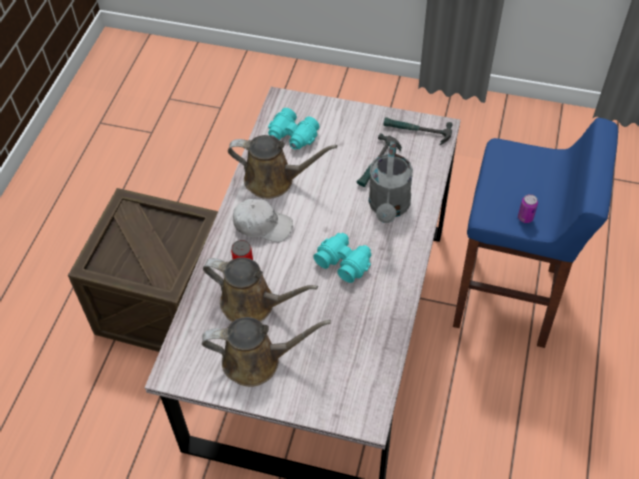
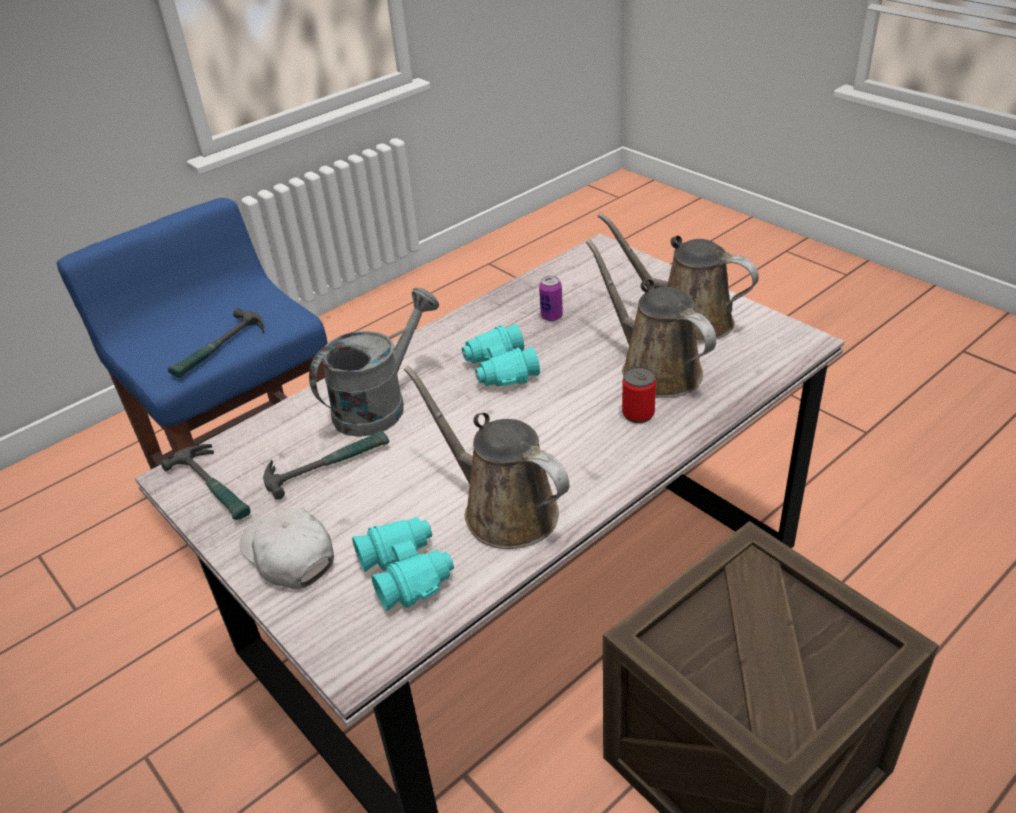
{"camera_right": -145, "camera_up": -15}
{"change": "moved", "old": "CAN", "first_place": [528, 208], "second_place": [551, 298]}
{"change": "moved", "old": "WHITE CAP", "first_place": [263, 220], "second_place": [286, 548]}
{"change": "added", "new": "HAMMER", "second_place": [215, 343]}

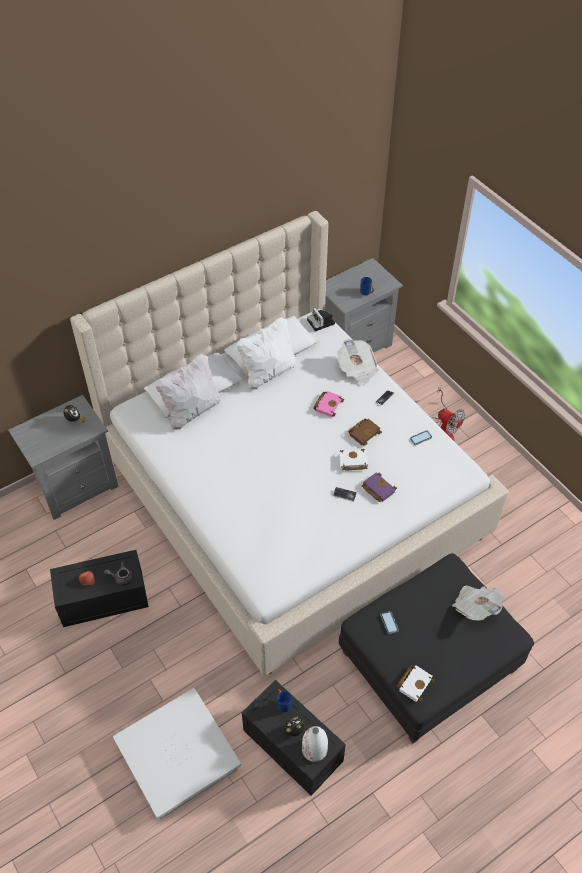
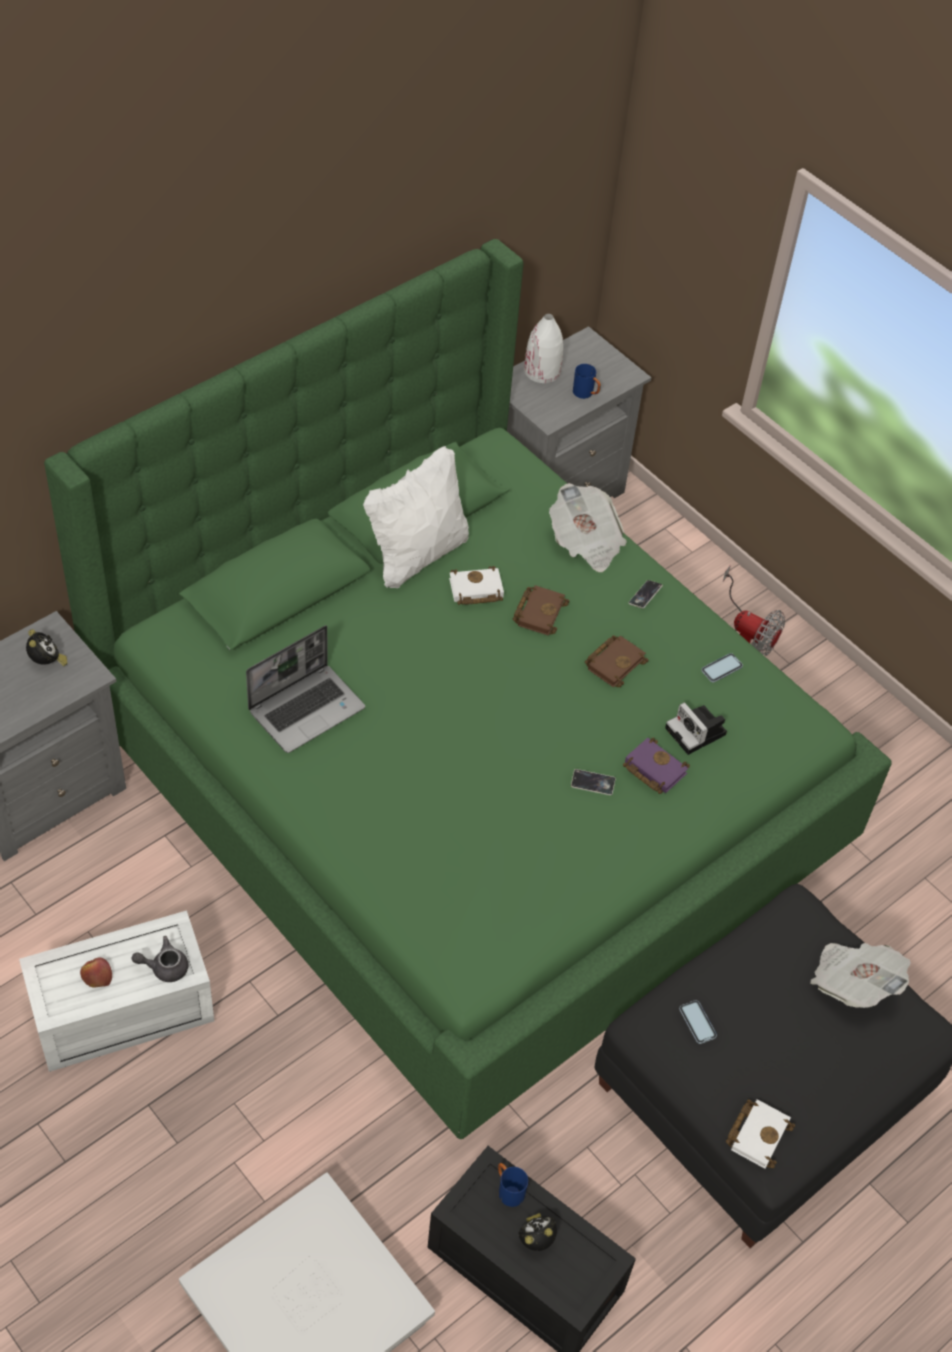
{"camera_right": -10, "camera_up": 0}
{"change": "recoloured", "old": "BEIGE BED", "new": "GREEN BED", "first_place": [289, 443], "second_place": [467, 689]}
{"change": "moved", "old": "PHOTO CAMERA", "first_place": [321, 319], "second_place": [696, 728]}
{"change": "removed", "old": "WHITE PILLOW", "first_place": [188, 392]}
{"change": "recoloured", "old": "PINK BOOK", "new": "BROWN BOOK", "first_place": [328, 404], "second_place": [541, 610]}
{"change": "moved", "old": "WHITE BOOK", "first_place": [353, 460], "second_place": [476, 585]}
{"change": "recoloured", "old": "BLACK STORAGE BOX", "new": "WHITE STORAGE BOX", "first_place": [99, 588], "second_place": [116, 991]}
{"change": "moved", "old": "WHITE VASE", "first_place": [315, 744], "second_place": [543, 348]}
{"change": "added", "new": "LAPTOP", "second_place": [305, 689]}

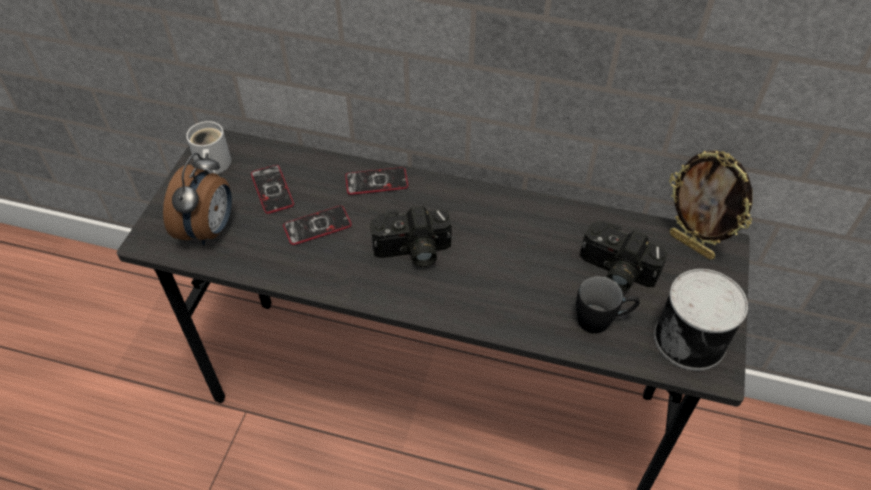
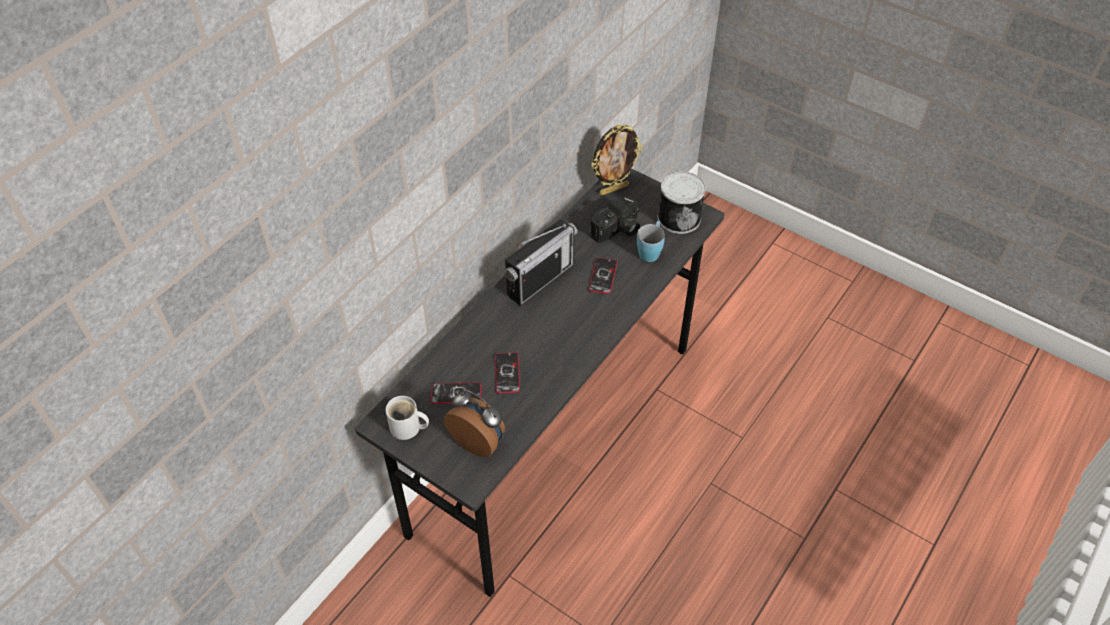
{"camera_right": -70, "camera_up": 0}
{"change": "moved", "old": "PHONE", "first_place": [376, 181], "second_place": [603, 275]}
{"change": "removed", "old": "PHOTO CAMERA", "first_place": [411, 236]}
{"change": "recoloured", "old": "BLACK MUG", "new": "BLUE MUG", "first_place": [608, 305], "second_place": [651, 241]}
{"change": "added", "new": "RADIO", "second_place": [541, 263]}

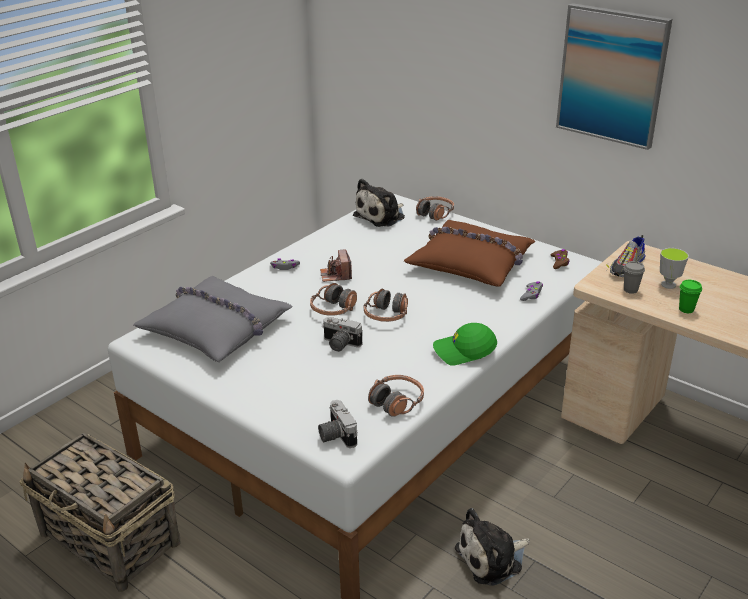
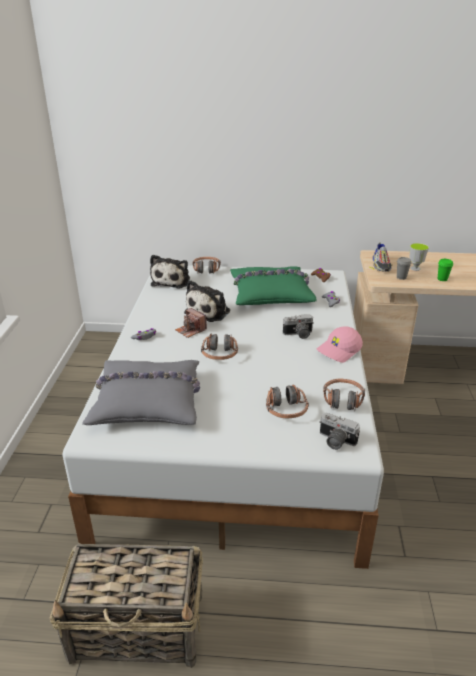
{"camera_right": -35, "camera_up": 0}
{"change": "removed", "old": "PICTURE", "first_place": [614, 76]}
{"change": "recoloured", "old": "BROWN PILLOW", "new": "GREEN PILLOW", "first_place": [469, 253], "second_place": [273, 285]}
{"change": "moved", "old": "HEADPHONES", "first_place": [385, 305], "second_place": [287, 401]}
{"change": "moved", "old": "PHOTO CAMERA", "first_place": [342, 334], "second_place": [298, 326]}
{"change": "recoloured", "old": "GREEN CAP", "new": "PINK CAP", "first_place": [465, 344], "second_place": [340, 344]}
{"change": "moved", "old": "PLUSH TOY", "first_place": [492, 547], "second_place": [207, 301]}

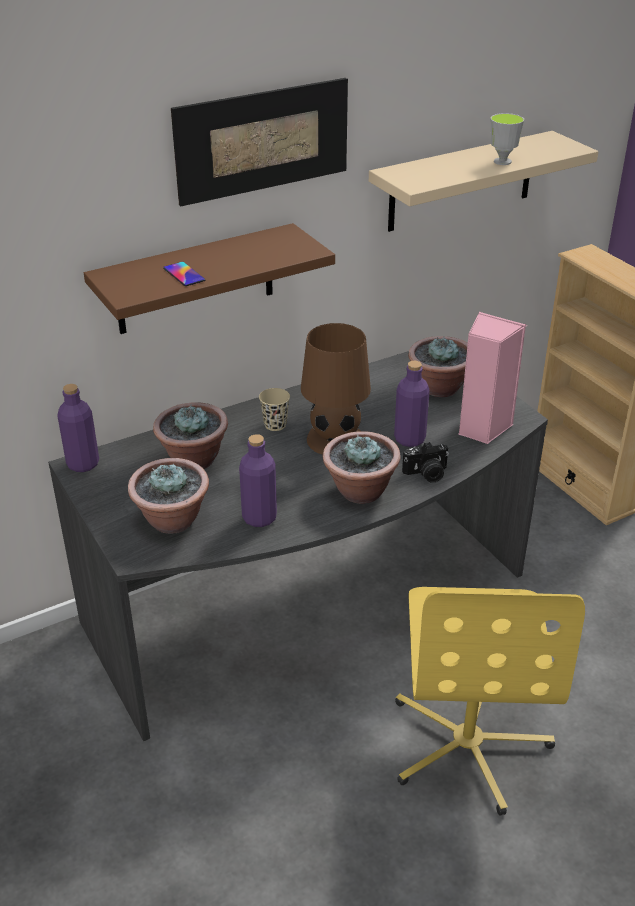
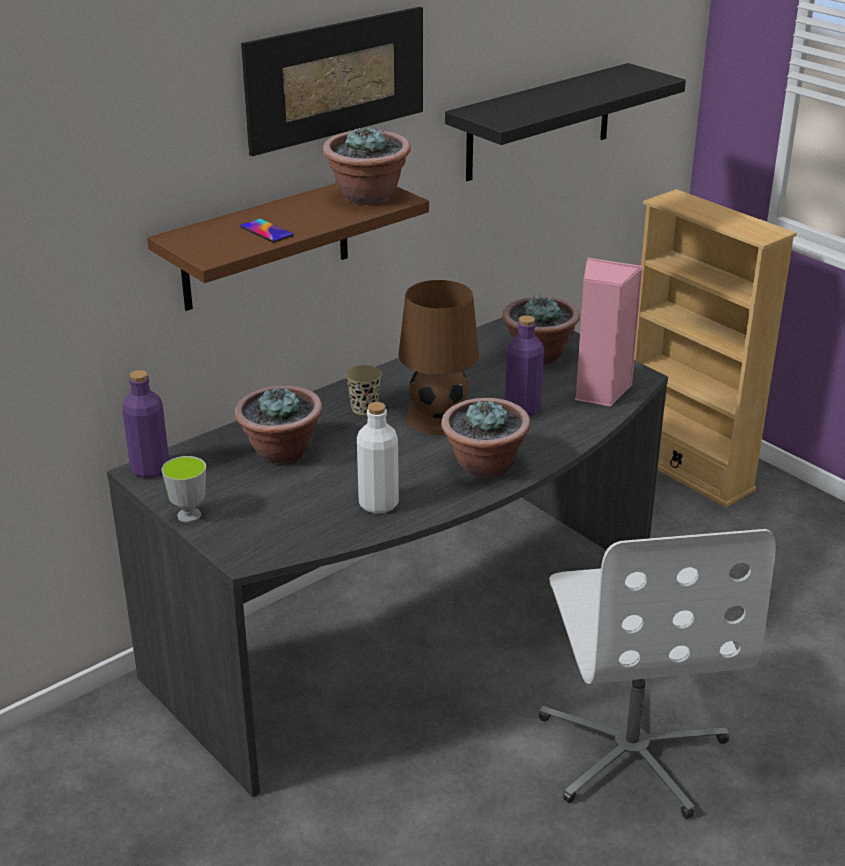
{"camera_right": -10, "camera_up": -5}
{"change": "moved", "old": "CUP", "first_place": [507, 139], "second_place": [184, 489]}
{"change": "recoloured", "old": "BEIGE SHELF", "new": "BLACK SHELF", "first_place": [483, 181], "second_place": [565, 122]}
{"change": "recoloured", "old": "PURPLE BOTTLE", "new": "WHITE BOTTLE", "first_place": [258, 480], "second_place": [378, 458]}
{"change": "removed", "old": "PHOTO CAMERA", "first_place": [425, 462]}
{"change": "moved", "old": "POTTED PLANT", "first_place": [168, 496], "second_place": [367, 166]}
{"change": "recoloured", "old": "YELLOW OFFICE CHAIR", "new": "WHITE OFFICE CHAIR", "first_place": [490, 701], "second_place": [657, 674]}

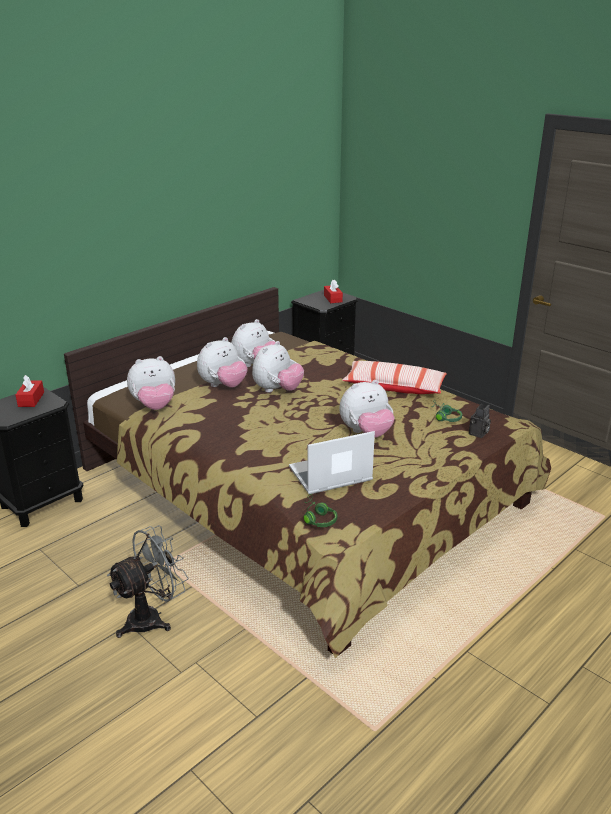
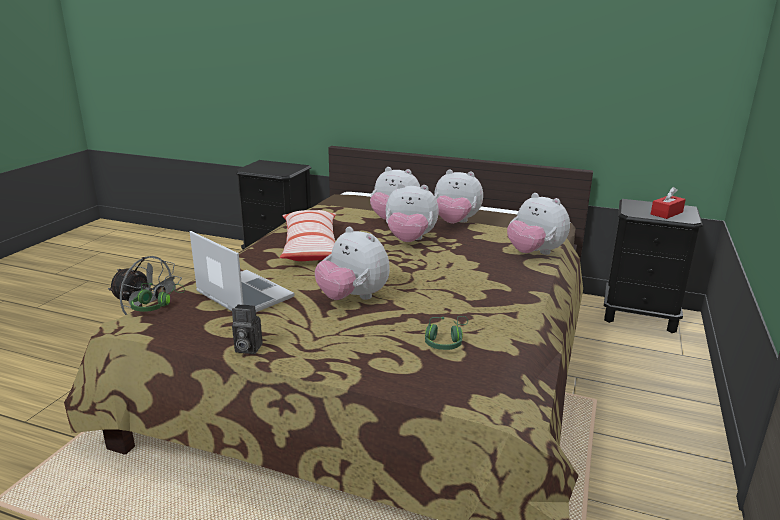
{"camera_right": 65, "camera_up": -5}
{"change": "moved", "old": "PLUSH TOY", "first_place": [151, 383], "second_place": [538, 224]}
{"change": "moved", "old": "PILLOW", "first_place": [394, 377], "second_place": [308, 235]}
{"change": "removed", "old": "RED TISSUE BOX", "first_place": [30, 391]}
{"change": "moved", "old": "PHOTO CAMERA", "first_place": [480, 421], "second_place": [247, 329]}

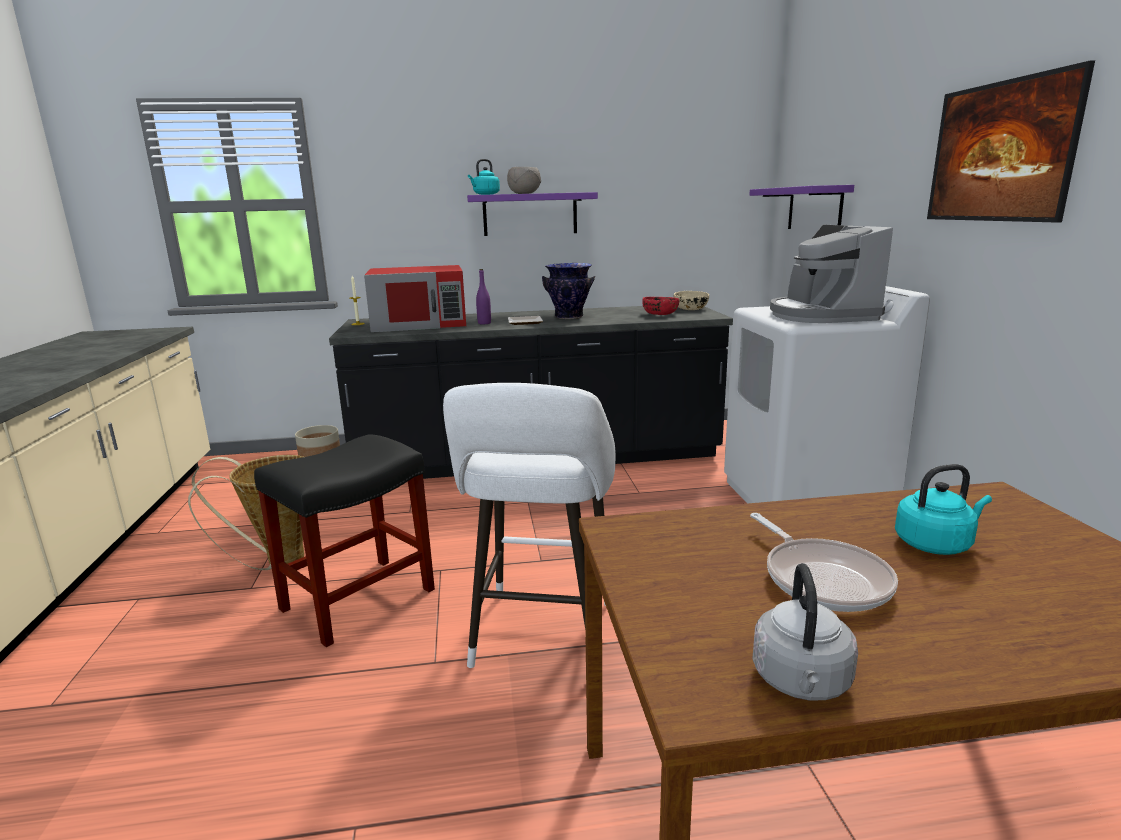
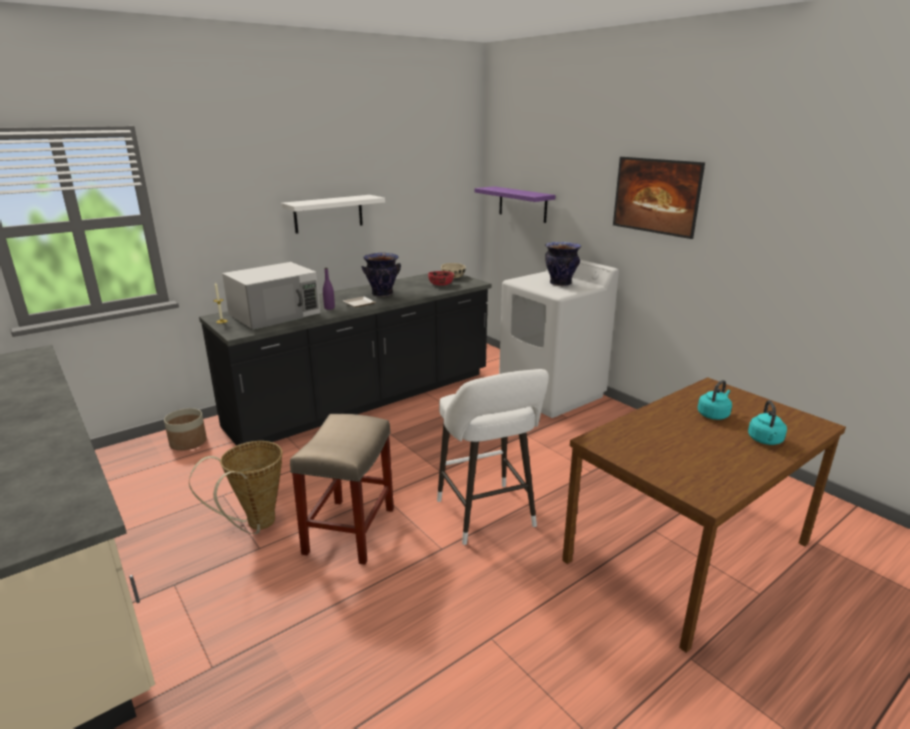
{"camera_right": -30, "camera_up": 5}
{"change": "moved", "old": "TURQUOISE KETTLE", "first_place": [484, 177], "second_place": [767, 422]}
{"change": "removed", "old": "GREY BOWL", "first_place": [524, 180]}
{"change": "recoloured", "old": "PURPLE SHELF", "new": "WHITE SHELF", "first_place": [532, 214], "second_place": [333, 214]}
{"change": "replaced", "old": "COFFEE MACHINE", "new": "VASE", "first_place": [831, 274], "second_place": [563, 264]}
{"change": "recoloured", "old": "RED MICROWAVE", "new": "WHITE MICROWAVE", "first_place": [415, 298], "second_place": [271, 296]}
{"change": "recoloured", "old": "BLACK STOOL", "new": "BEIGE STOOL", "first_place": [344, 540], "second_place": [342, 489]}
{"change": "removed", "old": "FRYING PAN", "first_place": [824, 562]}
{"change": "removed", "old": "GREY KETTLE", "first_place": [805, 631]}

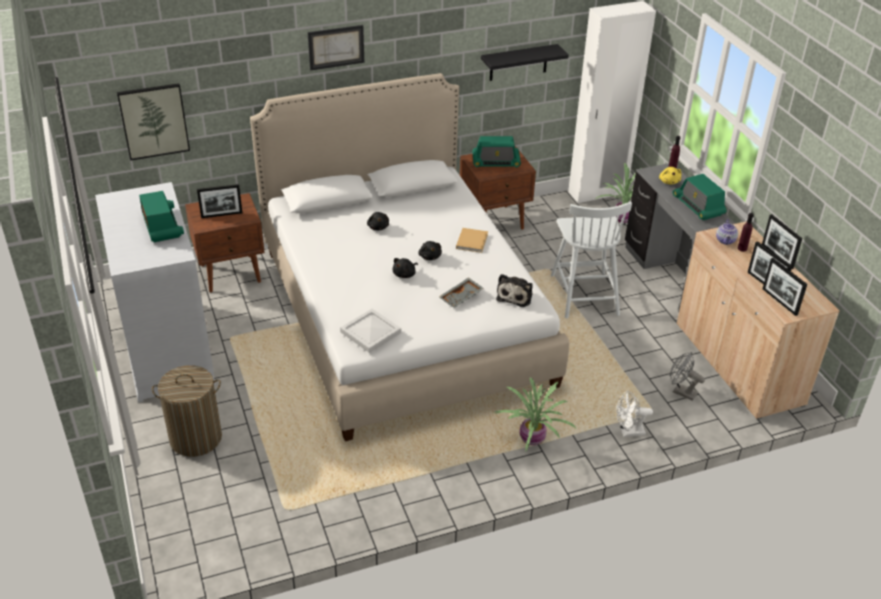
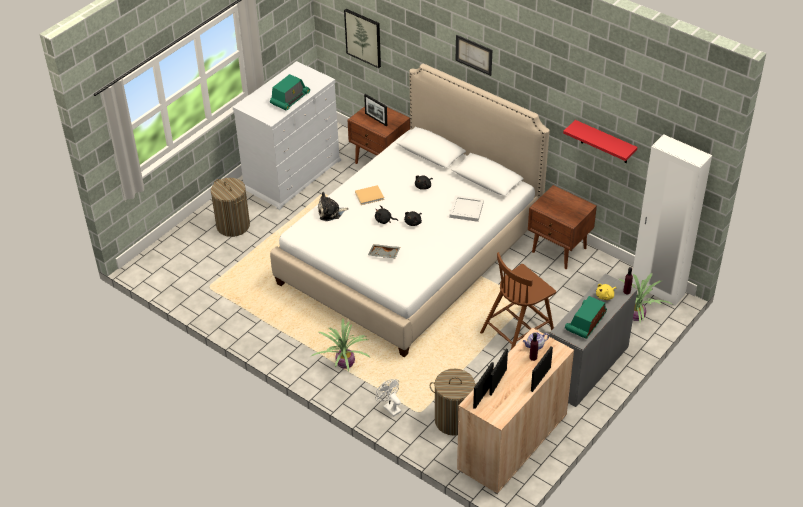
{"camera_right": 60, "camera_up": 5}
{"change": "recoloured", "old": "BLACK SHELF", "new": "RED SHELF", "first_place": [525, 62], "second_place": [600, 141]}
{"change": "removed", "old": "RADIO", "first_place": [496, 152]}
{"change": "recoloured", "old": "WHITE CHAIR", "new": "BROWN CHAIR", "first_place": [591, 260], "second_place": [518, 301]}
{"change": "moved", "old": "BEIGE BOOK", "first_place": [472, 240], "second_place": [369, 195]}
{"change": "moved", "old": "PLUSH TOY", "first_place": [514, 290], "second_place": [333, 206]}
{"change": "moved", "old": "WHITE TRAY", "first_place": [370, 331], "second_place": [466, 208]}
{"change": "replaced", "old": "GREY FAN", "new": "LAUNDRY BASKET", "first_place": [687, 376], "second_place": [453, 402]}

